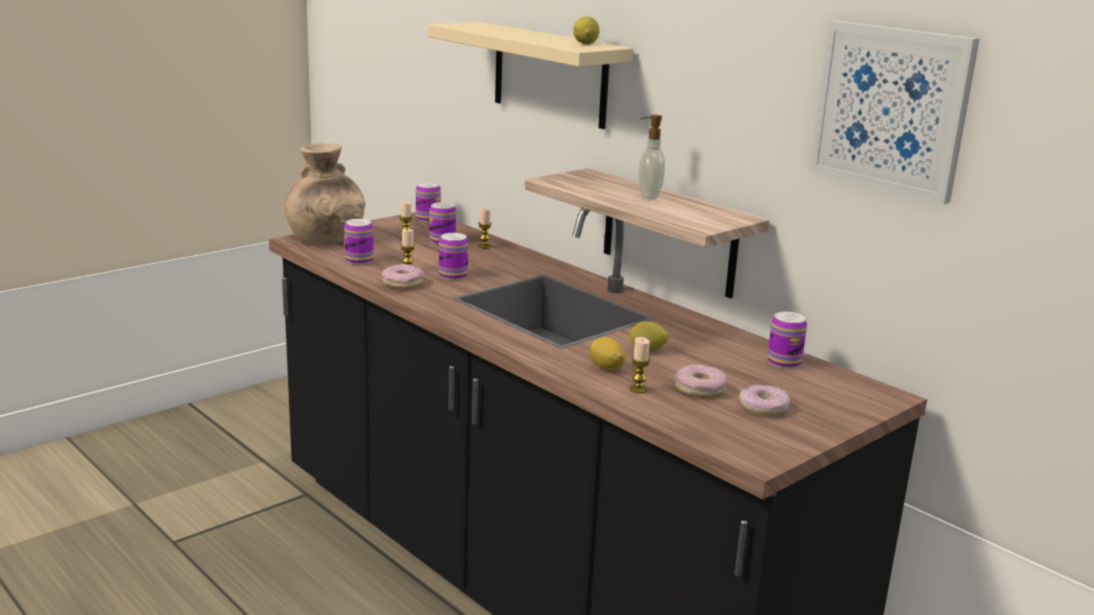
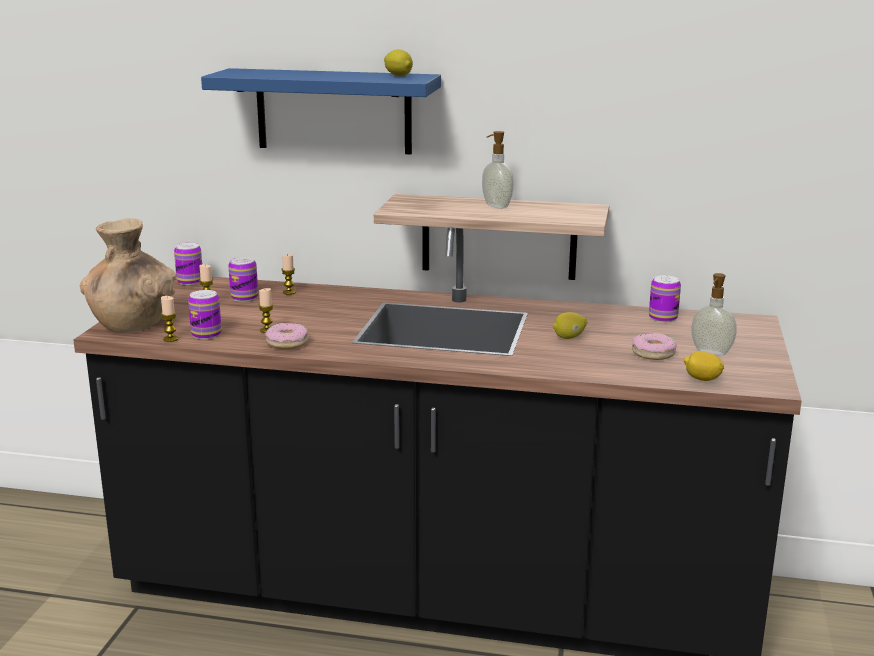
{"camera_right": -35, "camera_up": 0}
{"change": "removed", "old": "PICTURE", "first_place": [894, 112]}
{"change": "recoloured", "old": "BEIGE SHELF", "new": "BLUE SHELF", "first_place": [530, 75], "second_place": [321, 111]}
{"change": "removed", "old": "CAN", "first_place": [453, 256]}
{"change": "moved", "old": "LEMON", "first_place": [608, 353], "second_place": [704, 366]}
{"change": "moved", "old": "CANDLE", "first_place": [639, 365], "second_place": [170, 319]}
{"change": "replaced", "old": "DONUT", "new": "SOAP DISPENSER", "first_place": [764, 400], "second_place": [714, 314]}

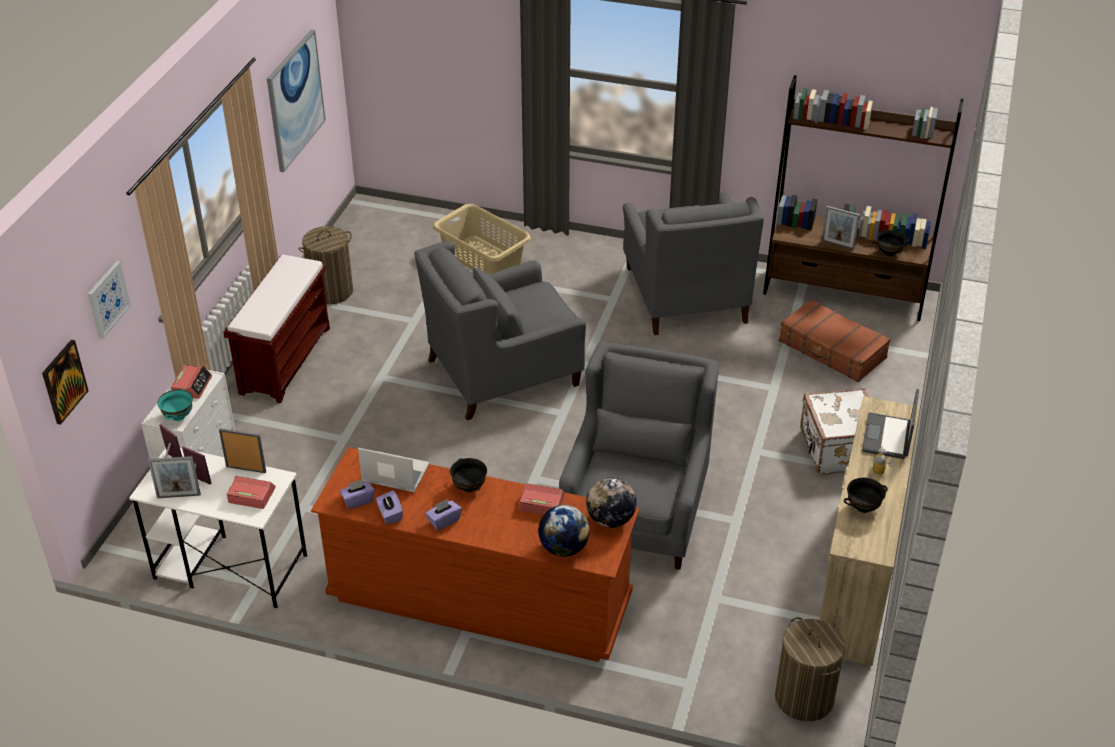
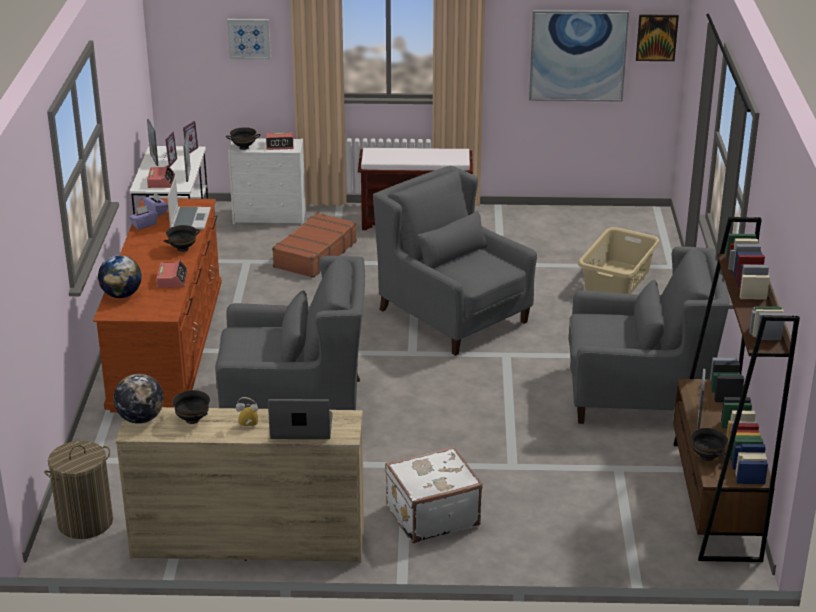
{"camera_right": 75, "camera_up": -10}
{"change": "turned", "old": "GREY ARMCHAIR", "first_place": [693, 263], "second_place": [649, 335], "degrees": -150}
{"change": "removed", "old": "LAUNDRY BASKET", "first_place": [325, 265]}
{"change": "moved", "old": "BROWN SUITCASE", "first_place": [835, 340], "second_place": [314, 245]}
{"change": "moved", "old": "PICTURE", "first_place": [65, 382], "second_place": [657, 37]}
{"change": "recoloured", "old": "TURQUOISE BOWL", "new": "BLACK BOWL", "first_place": [175, 405], "second_place": [243, 138]}
{"change": "moved", "old": "GLOBE", "first_place": [611, 502], "second_place": [138, 399]}
{"change": "removed", "old": "PURPLE TISSUE BOX", "first_place": [444, 514]}

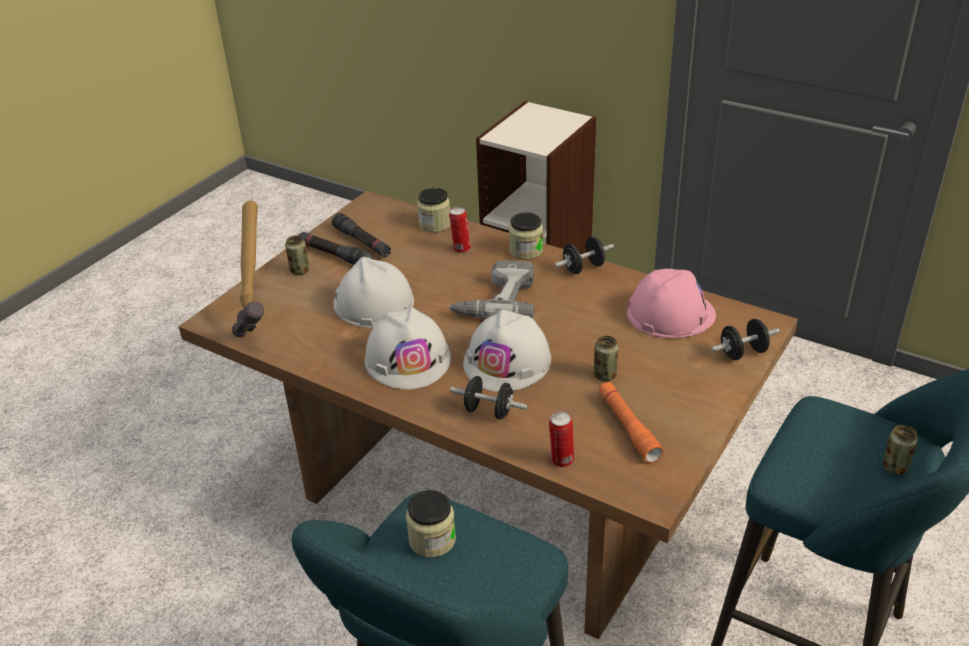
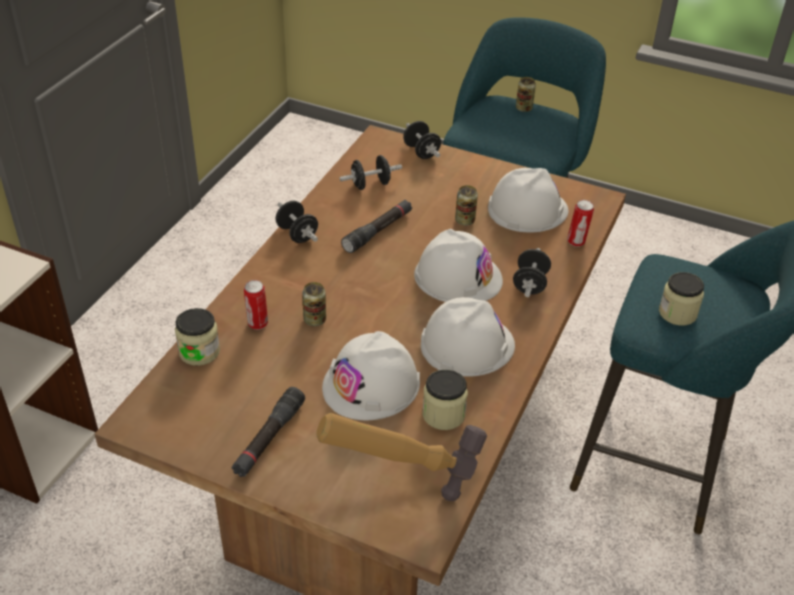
{"camera_right": -100, "camera_up": 5}
{"change": "moved", "old": "JAR", "first_place": [526, 236], "second_place": [445, 399]}
{"change": "moved", "old": "BLACK FLASHLIGHT", "first_place": [361, 235], "second_place": [376, 226]}
{"change": "moved", "old": "CAN", "first_place": [297, 255], "second_place": [314, 304]}
{"change": "removed", "old": "POWER DRILL", "first_place": [491, 290]}
{"change": "replaced", "old": "PINK HARD HAT", "new": "BLACK DUMBBELL", "first_place": [671, 303], "second_place": [370, 172]}
{"change": "replaced", "old": "ORANGE FLASHLIGHT", "new": "WHITE HARD HAT", "first_place": [631, 422], "second_place": [528, 200]}

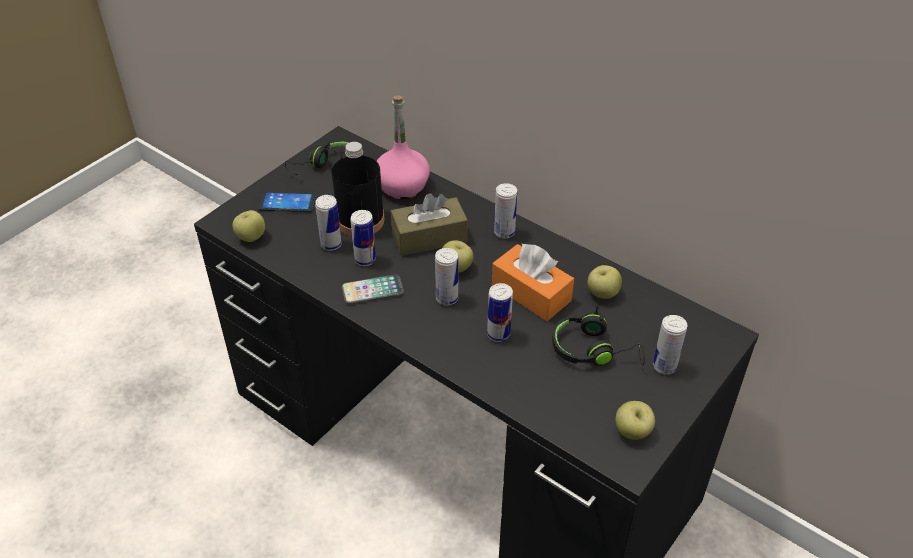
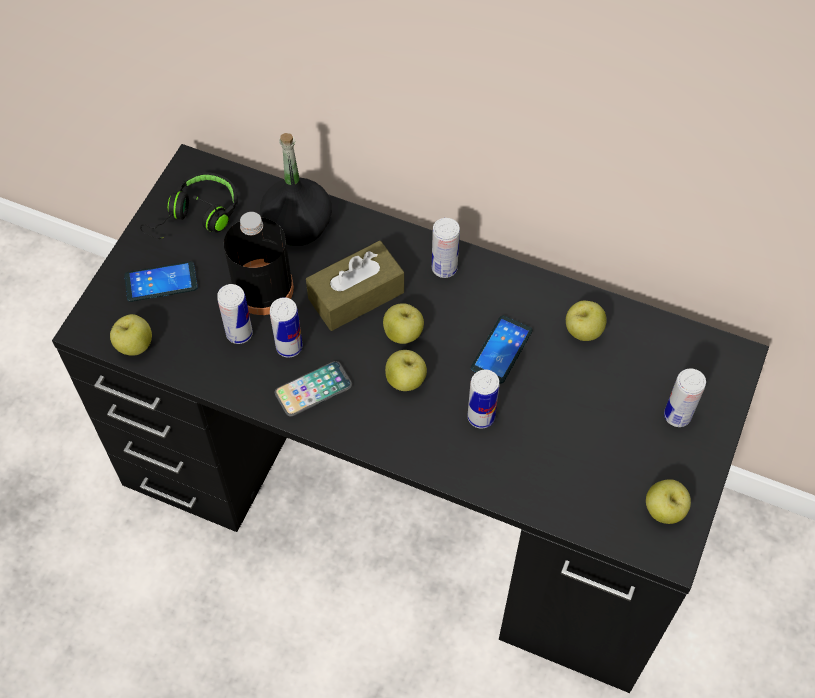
{"camera_right": -15, "camera_up": 15}
{"change": "recoloured", "old": "PINK BOTTLE", "new": "BLACK BOTTLE", "first_place": [403, 147], "second_place": [296, 189]}
{"change": "replaced", "old": "ORANGE TISSUE BOX", "new": "PHONE", "first_place": [533, 282], "second_place": [501, 349]}
{"change": "replaced", "old": "CAN", "new": "APPLE", "first_place": [446, 276], "second_place": [406, 370]}
{"change": "removed", "old": "BLACK HEADPHONES", "first_place": [598, 335]}

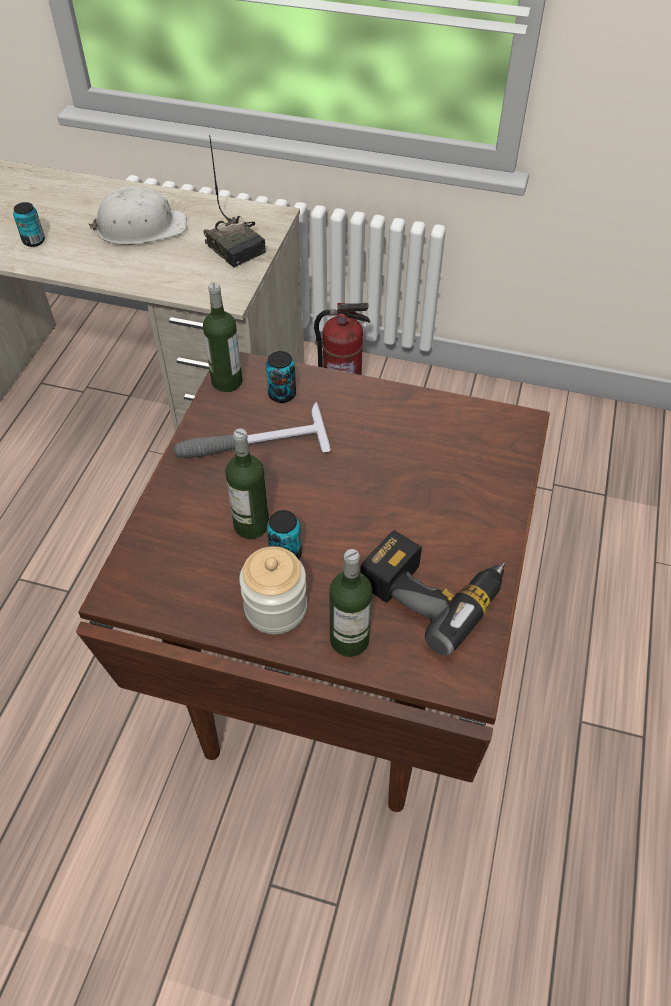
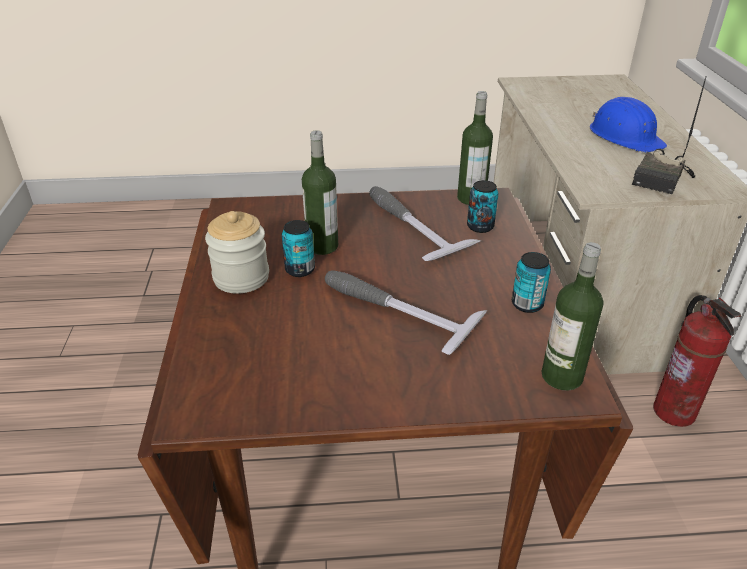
{"camera_right": 70, "camera_up": -15}
{"change": "recoloured", "old": "WHITE HARD HAT", "new": "BLUE HARD HAT", "first_place": [138, 215], "second_place": [628, 124]}
{"change": "moved", "old": "CAN", "first_place": [29, 224], "second_place": [531, 282]}
{"change": "removed", "old": "POWER DRILL", "first_place": [432, 593]}
{"change": "moved", "old": "BOTTLE", "first_place": [350, 603], "second_place": [572, 316]}
{"change": "added", "new": "HAMMER", "second_place": [406, 312]}

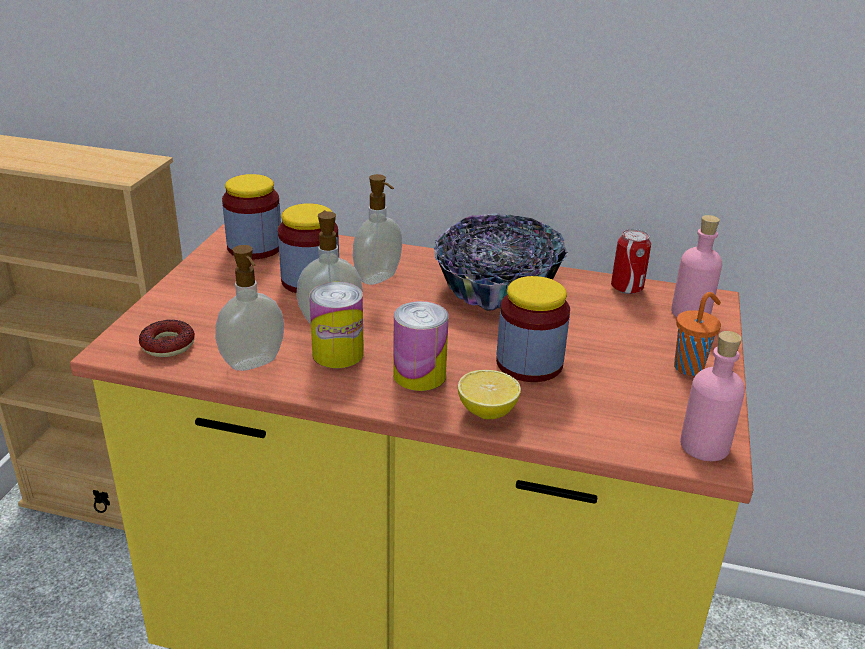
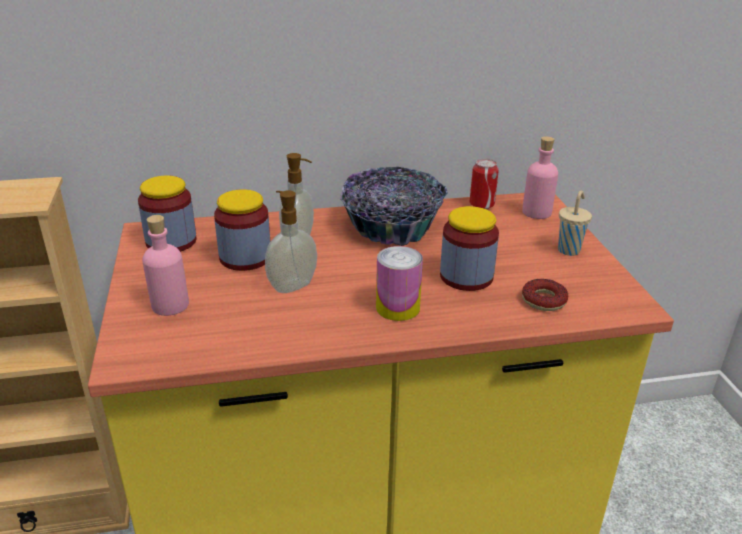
{"camera_right": -25, "camera_up": 0}
{"change": "removed", "old": "SOAP DISPENSER", "first_place": [249, 308]}
{"change": "removed", "old": "CAN", "first_place": [336, 325]}
{"change": "recoloured", "old": "ORANGE CUP", "new": "BEIGE CUP", "first_place": [697, 334], "second_place": [575, 223]}
{"change": "moved", "old": "DONUT", "first_place": [167, 338], "second_place": [545, 295]}
{"change": "moved", "old": "PINK BOTTLE", "first_place": [712, 396], "second_place": [165, 265]}
{"change": "removed", "old": "LEMON", "first_place": [489, 394]}

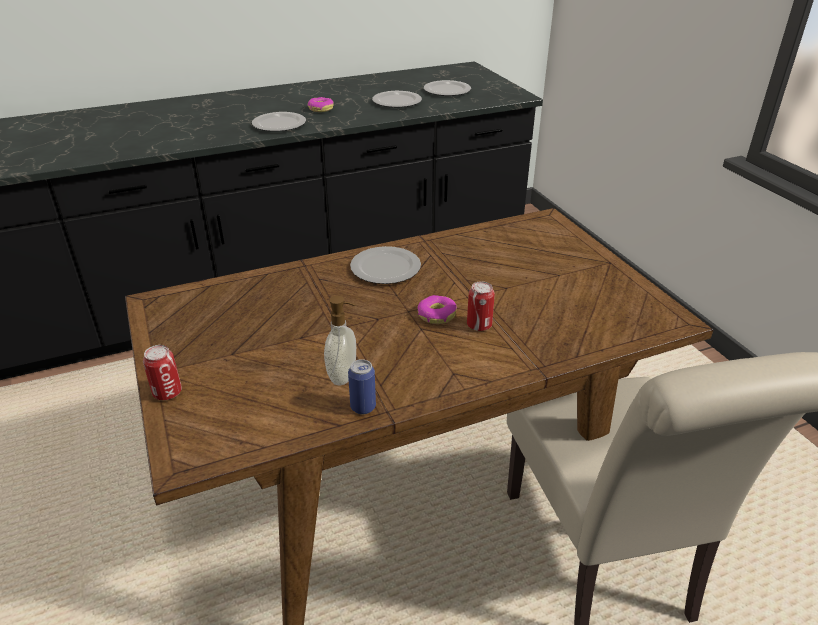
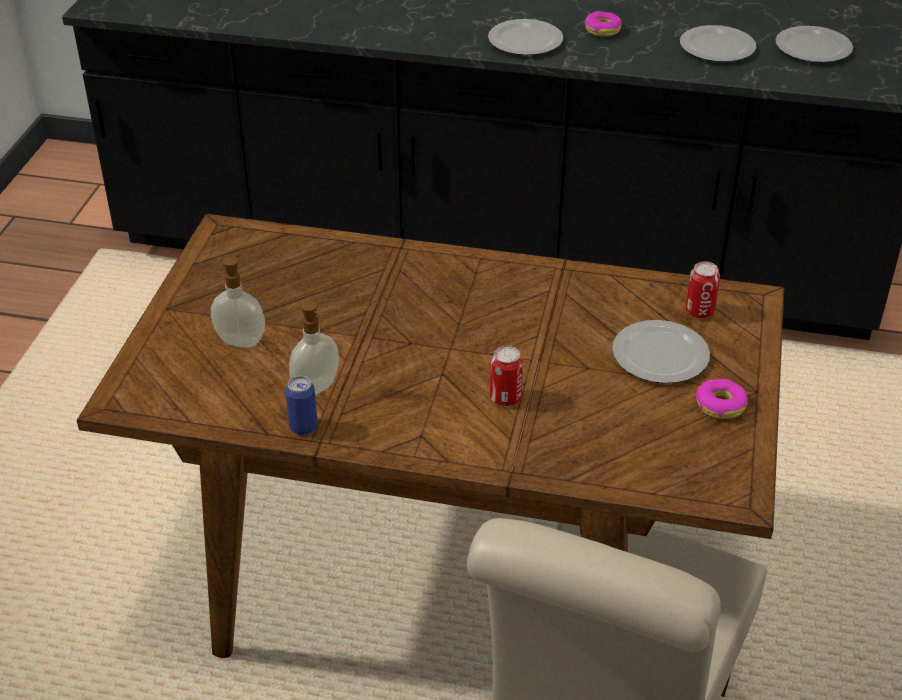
{"camera_right": 35, "camera_up": 5}
{"change": "moved", "old": "PLATE", "first_place": [385, 265], "second_place": [661, 351]}
{"change": "moved", "old": "DONUT", "first_place": [437, 309], "second_place": [721, 399]}
{"change": "moved", "old": "CAN", "first_place": [162, 372], "second_place": [702, 290]}
{"change": "added", "new": "SOAP DISPENSER", "second_place": [238, 300]}

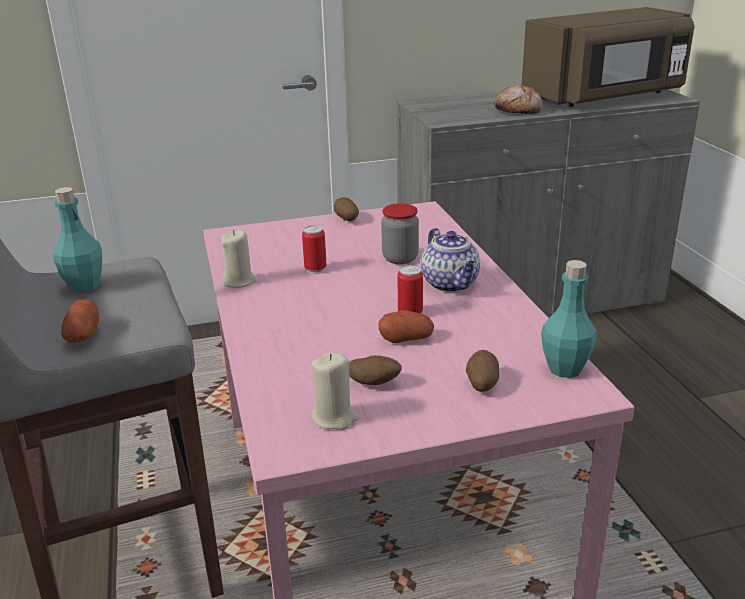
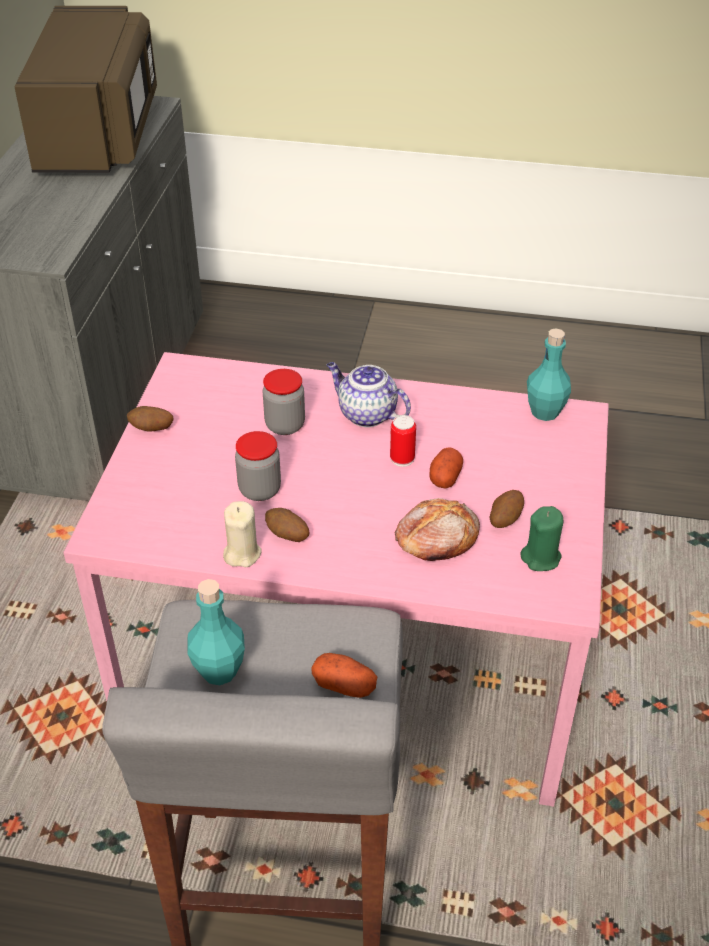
{"camera_right": -65, "camera_up": 15}
{"change": "moved", "old": "BREAD", "first_place": [518, 99], "second_place": [437, 529]}
{"change": "replaced", "old": "CAN", "new": "JAR", "first_place": [314, 249], "second_place": [258, 466]}
{"change": "turned", "old": "TEAPOT", "first_place": [450, 260], "second_place": [369, 395], "degrees": -150}
{"change": "moved", "old": "POTATO", "first_place": [482, 371], "second_place": [287, 525]}
{"change": "recoloured", "old": "BEIGE CANDLE", "new": "GREEN CANDLE", "first_place": [335, 391], "second_place": [542, 538]}

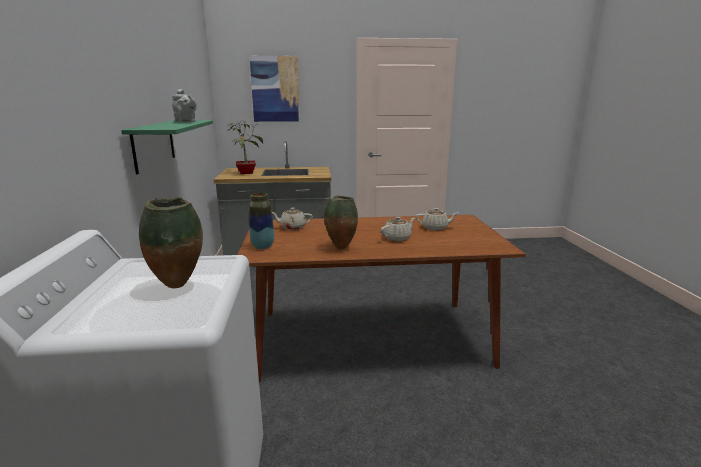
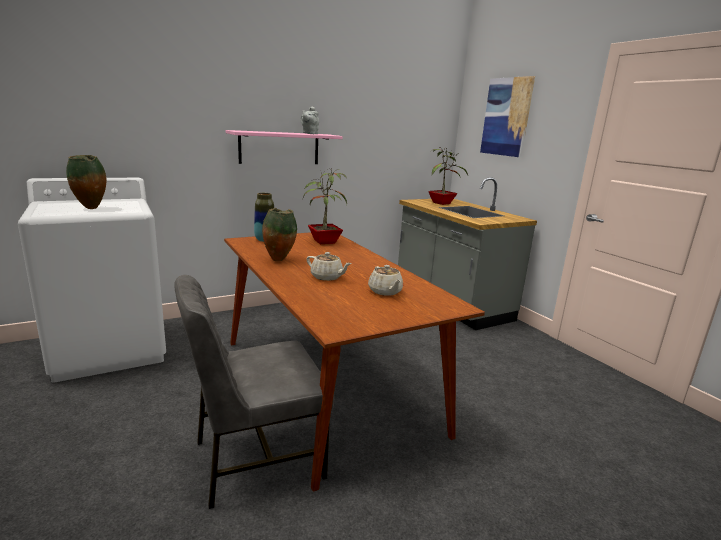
{"camera_right": 65, "camera_up": 0}
{"change": "recoloured", "old": "GREEN SHELF", "new": "PINK SHELF", "first_place": [167, 147], "second_place": [284, 147]}
{"change": "replaced", "old": "BEIGE TEAPOT", "new": "POTTED PLANT", "first_place": [292, 219], "second_place": [325, 206]}
{"change": "added", "new": "GREY CHAIR", "second_place": [254, 392]}

